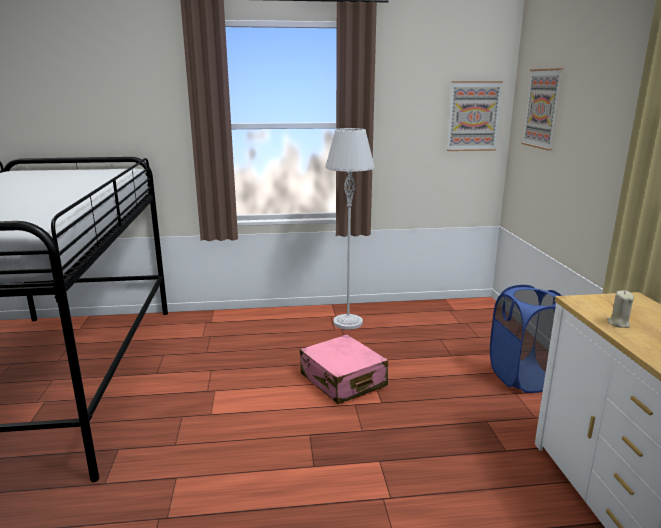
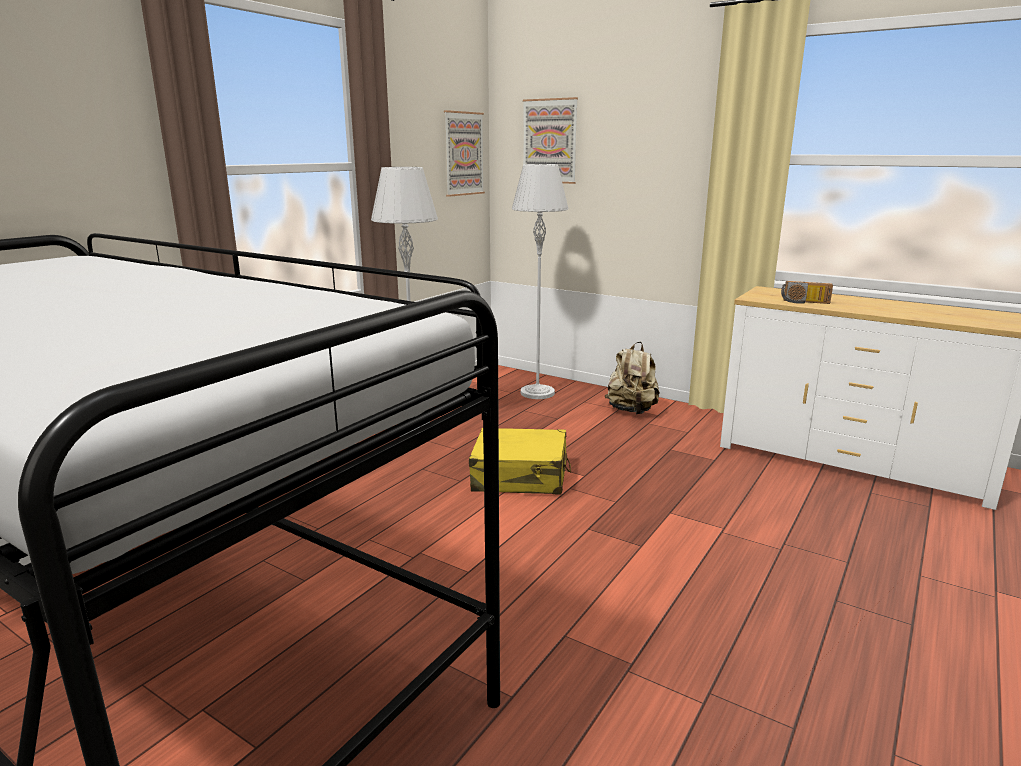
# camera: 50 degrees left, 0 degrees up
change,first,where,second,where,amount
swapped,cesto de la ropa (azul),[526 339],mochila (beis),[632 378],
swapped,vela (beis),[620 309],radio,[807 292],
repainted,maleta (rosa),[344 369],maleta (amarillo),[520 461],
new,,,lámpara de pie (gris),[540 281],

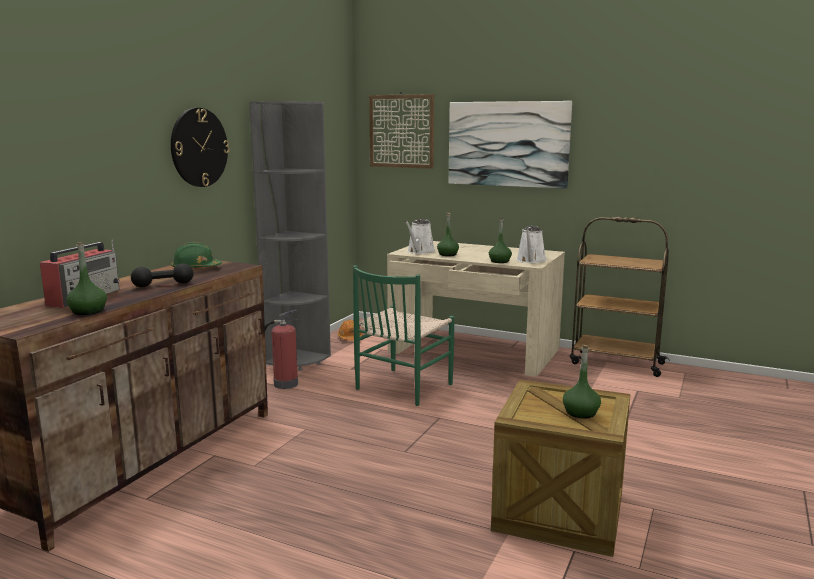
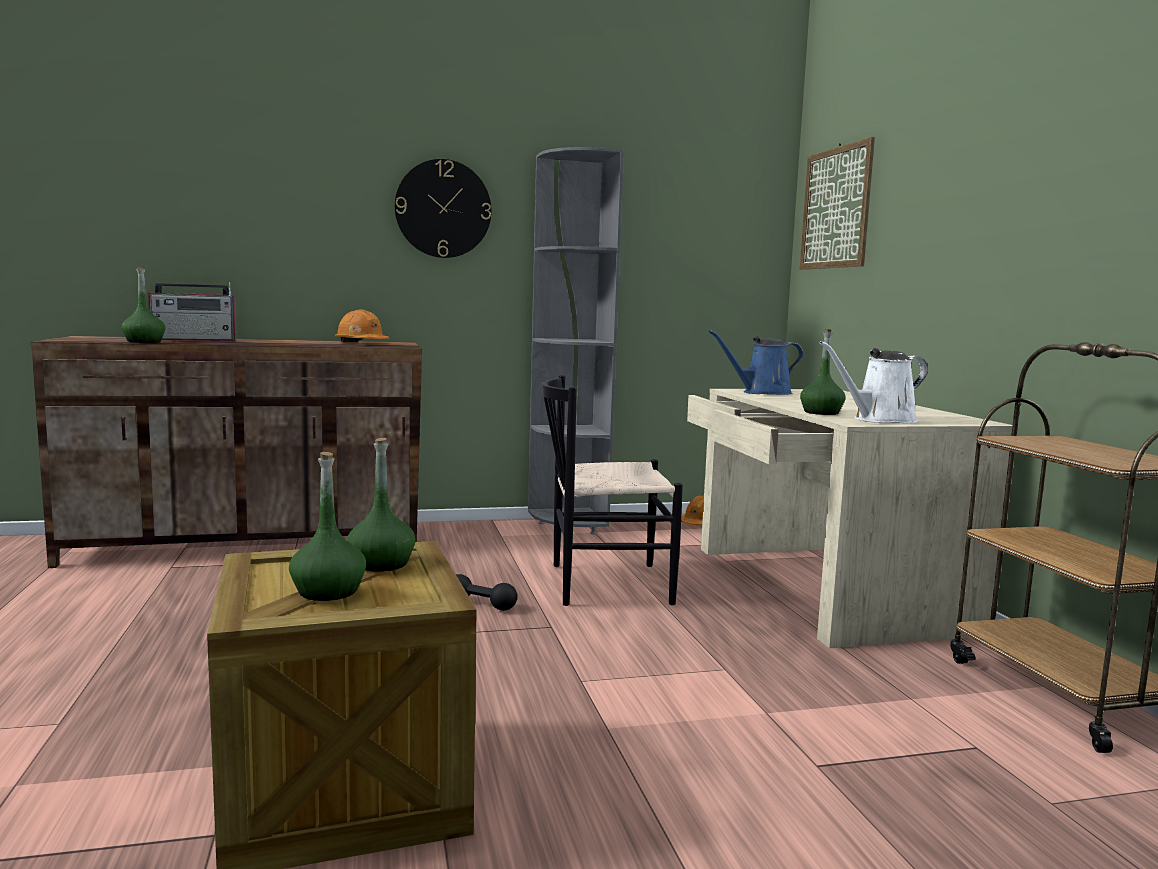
# camera: 50 degrees right, 5 degrees down
change,first,where,second,where,amount
gone,cuadro,[510 145],,,
shifted,botella (verde),[448 234],,[381 505],
repainted,regadera (blanco),[420 236],regadera (azul),[756 362],
repainted,casco (verde),[196 255],casco (naranja),[362 325],
shifted,mancuerna (negro),[162 275],,[486 592],
repainted,silla (verde),[403 335],silla (negro),[612 490],
gone,extintor,[281 349],,,

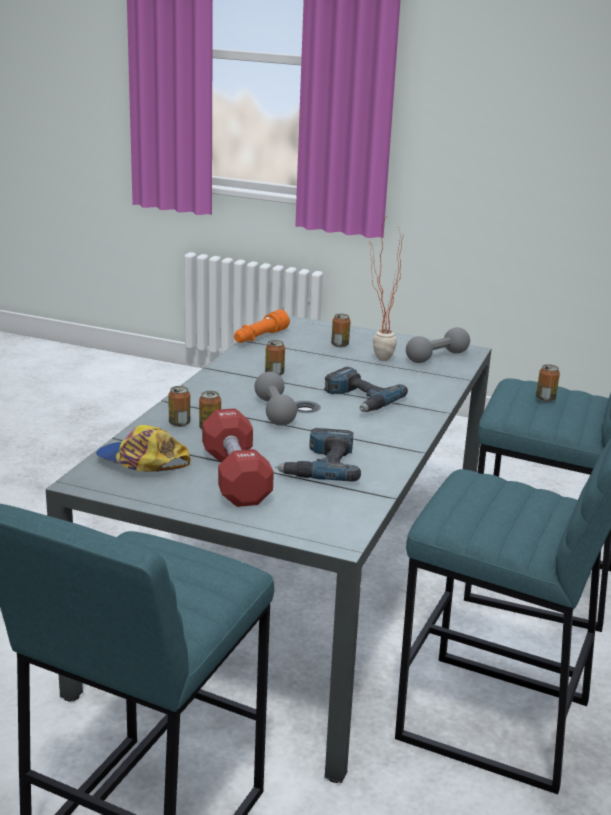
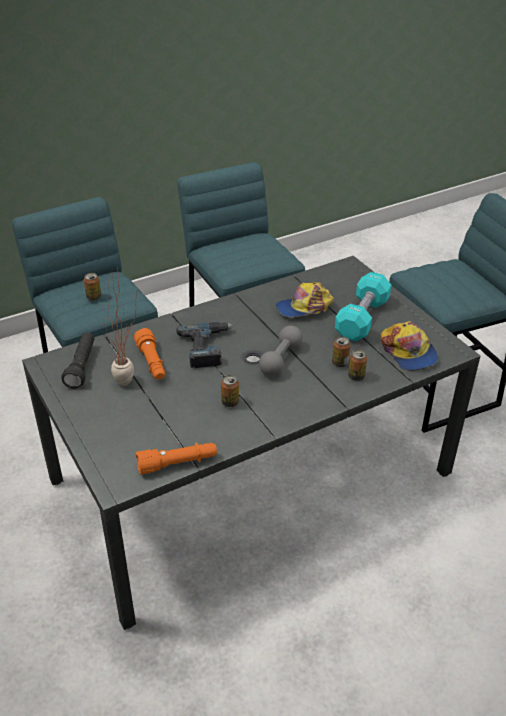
# camera: 140 degrees left, 15 degrees up
change,first,where,second,where,amount
gone,lata,[341 330],,,
swapped,mancuerna (gris),[438 345],linterna (negro),[77 360],
repainted,mancuerna (rojo),[238 457],mancuerna (turquesa),[363 306],
swapped,taladro,[318 455],gorra,[305 299],
new,,,linterna (naranja),[149 354],

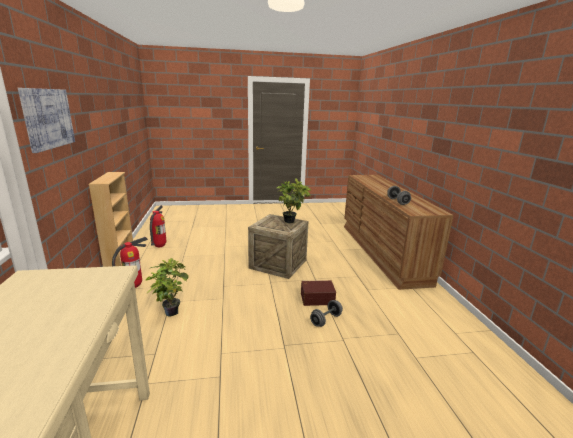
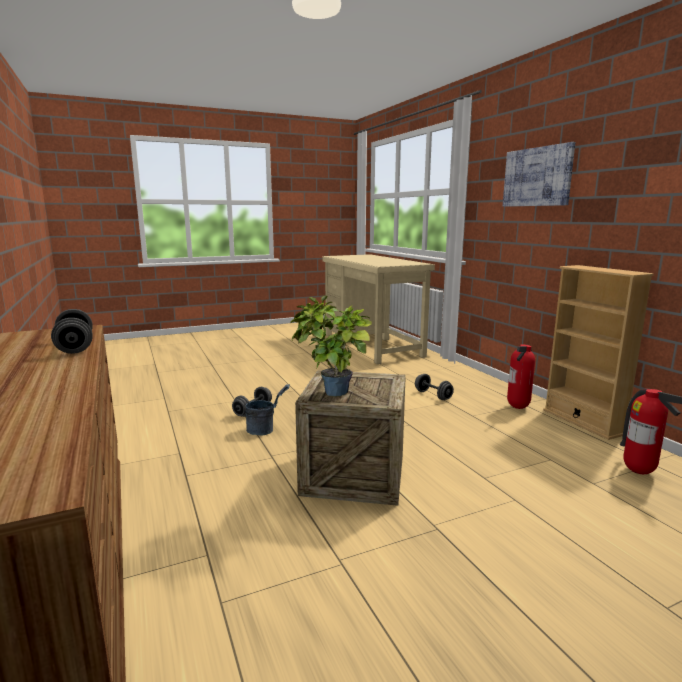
# camera: 165 degrees right, 5 degrees down
change,first,where,second,where,amount
swapped,planta en maceta,[167 287],mancuerna (gris),[434 387],
swapped,caja de almacenaje (marrón),[318 293],cubo (gris),[268 410],

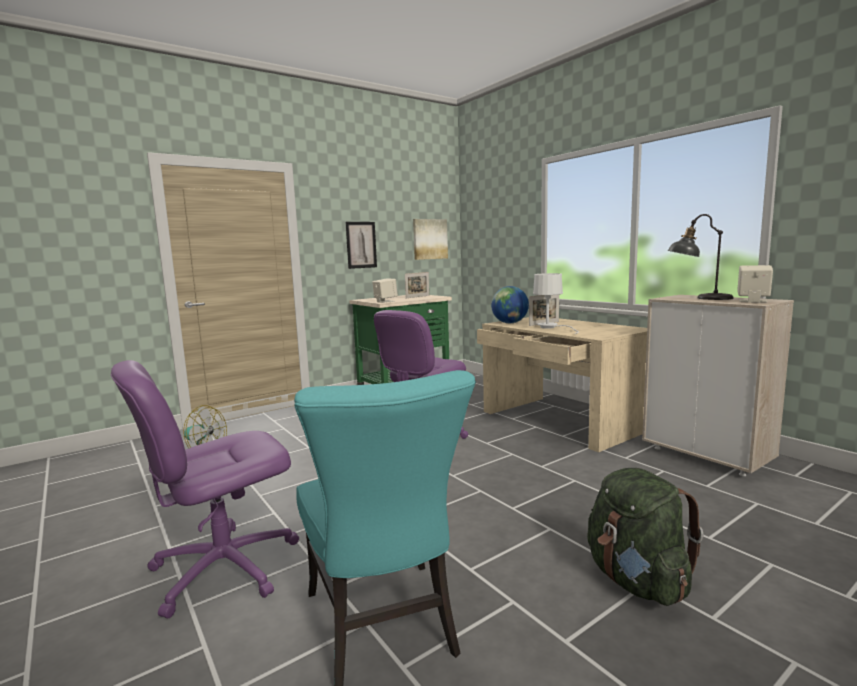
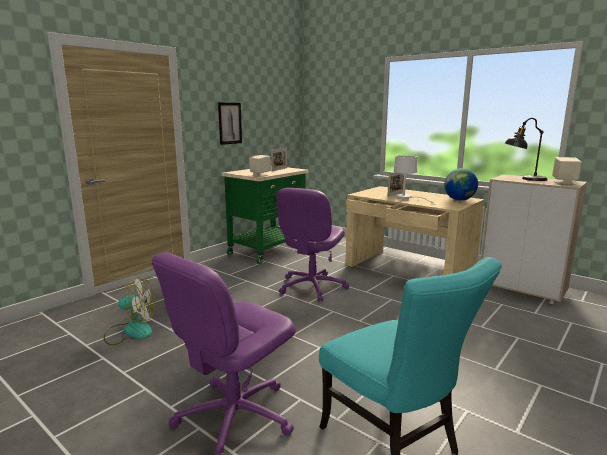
# camera: 15 degrees left, 5 degrees up
change,first,where,second,where,amount
gone,cuadro,[430 239],,,
shifted,globo terráqueo,[510 304],,[461 184],
gone,mochila (verde),[645 537],,,

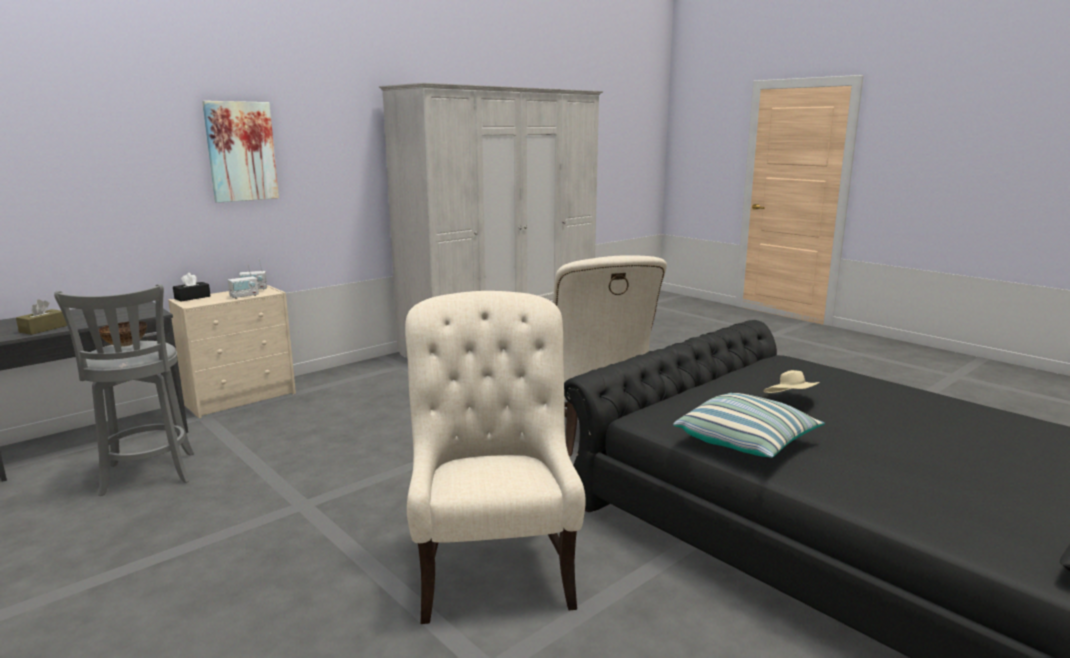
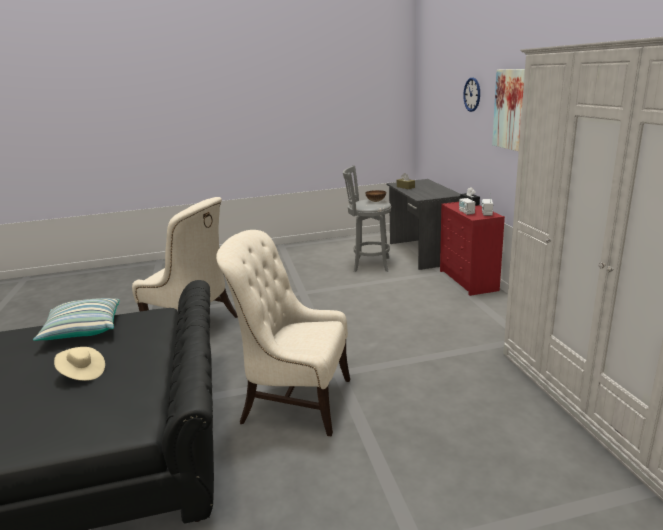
# camera: 120 degrees right, 5 degrees up
change,first,where,second,where,amount
repainted,cómoda (beis),[232 351],cómoda (rojo),[472 249],
new,,,reloj de pared,[471 94],

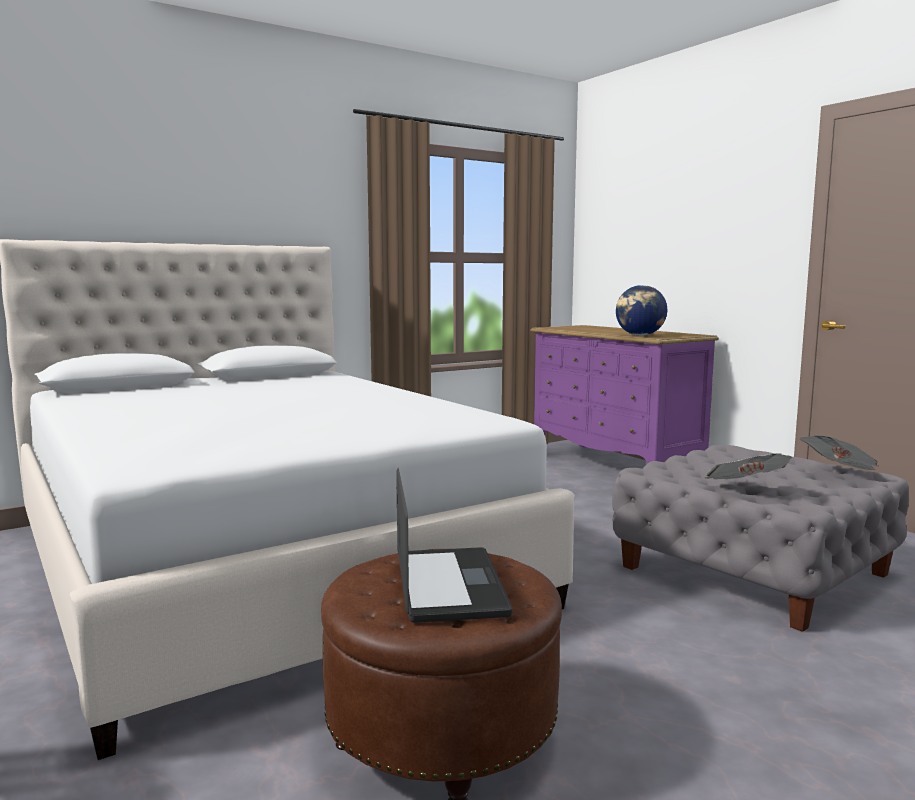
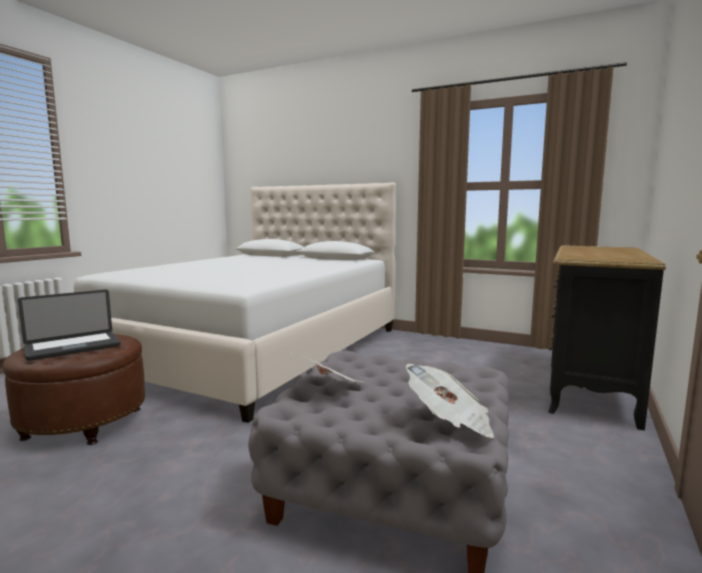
# camera: 60 degrees right, 0 degrees up
change,first,where,second,where,amount
gone,globo terráqueo,[641 310],,,
repainted,cómoda (morado),[624 394],cómoda (negro),[607 338],

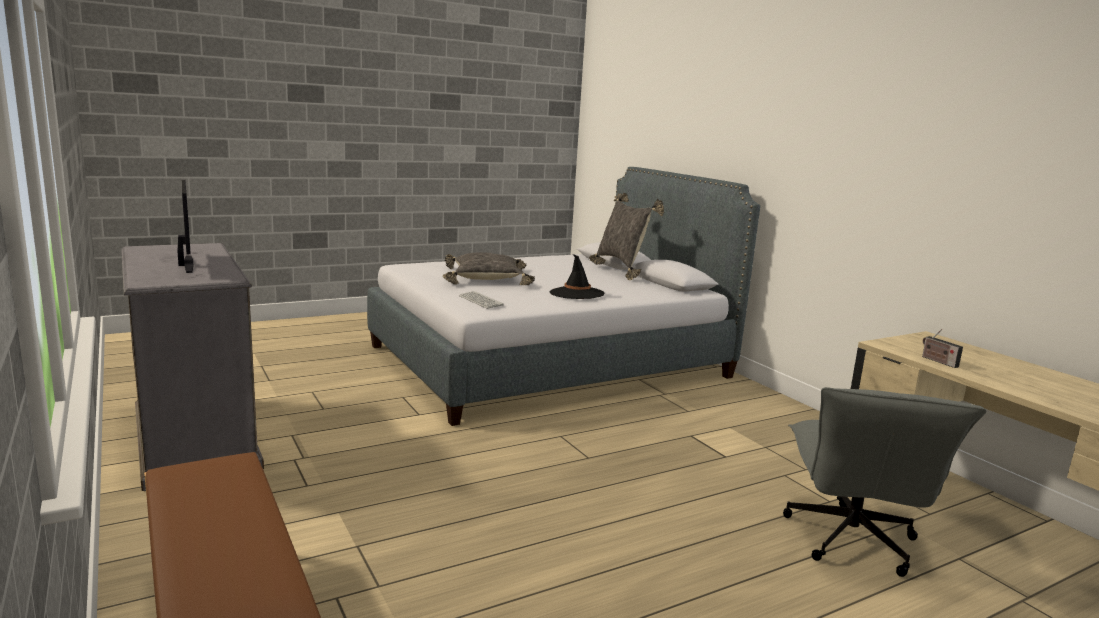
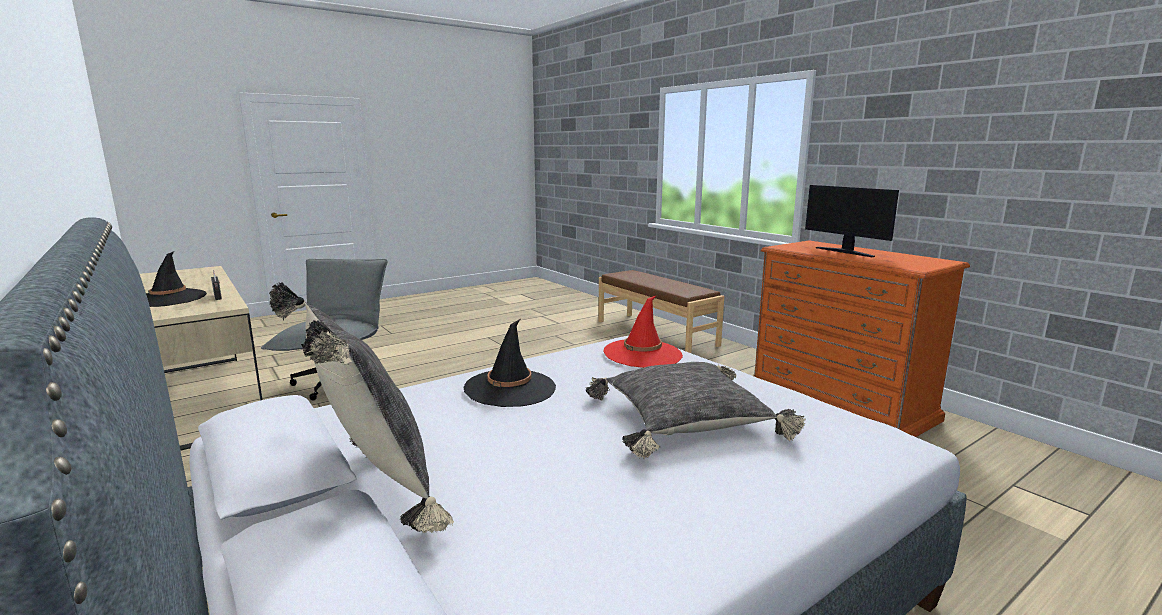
# camera: 175 degrees right, 0 degrees up
change,first,where,second,where,amount
repainted,cómoda (gris),[192 367],cómoda (naranja),[861 339],
swapped,teclado,[481 300],sombrero (rojo),[643 332],
new,,,sombrero (negro),[176 279],

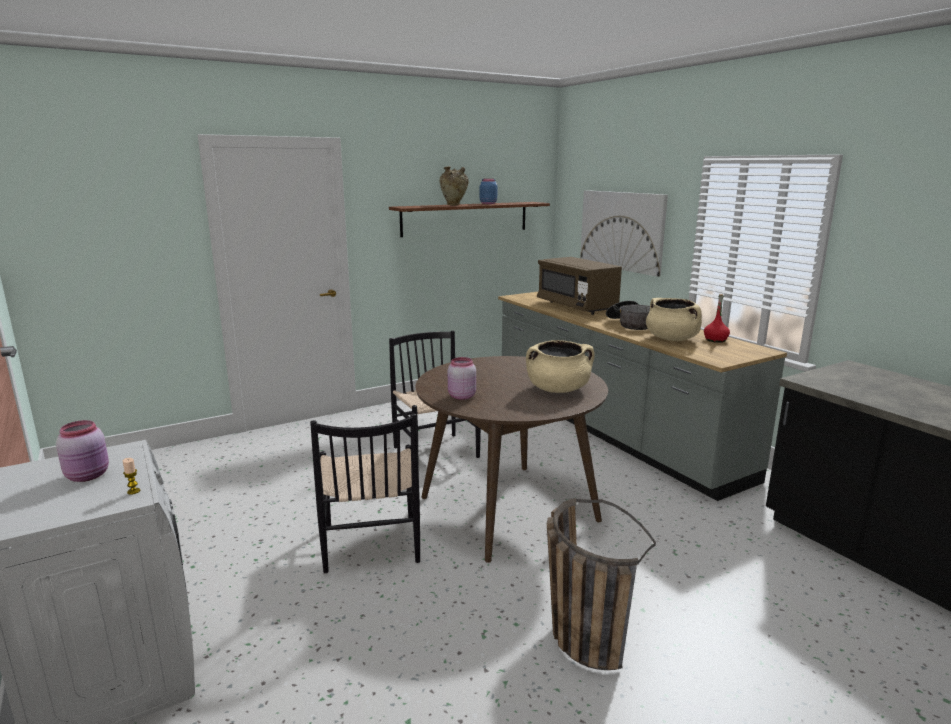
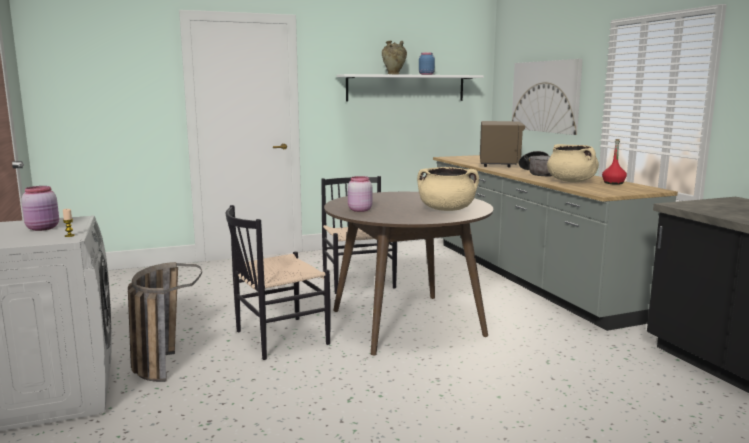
# camera: 10 degrees right, 5 degrees down
change,first,where,second,where,amount
repainted,estante (marrón),[469 219],estante (blanco),[410 88],
rotated,microondas (marrón),[579 286],,[502 144],150 degrees counterclockwise
rotated,silla (negro),[365 493],,[278 282],60 degrees clockwise
shifted,cesta,[601 584],,[165 322],

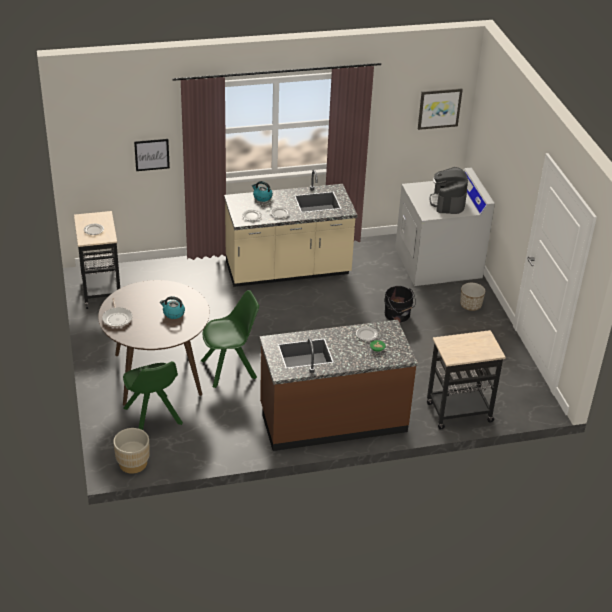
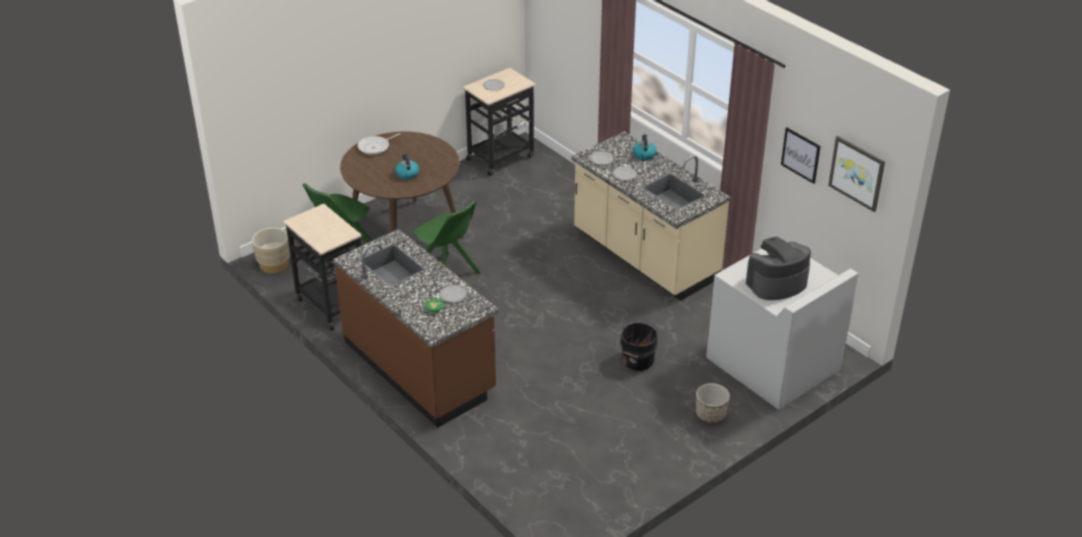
# camera: 65 degrees right, 0 degrees up
change,first,where,second,where,amount
shifted,cuadro,[152 155],,[801 155],
shifted,carrito,[466 379],,[322 267],

